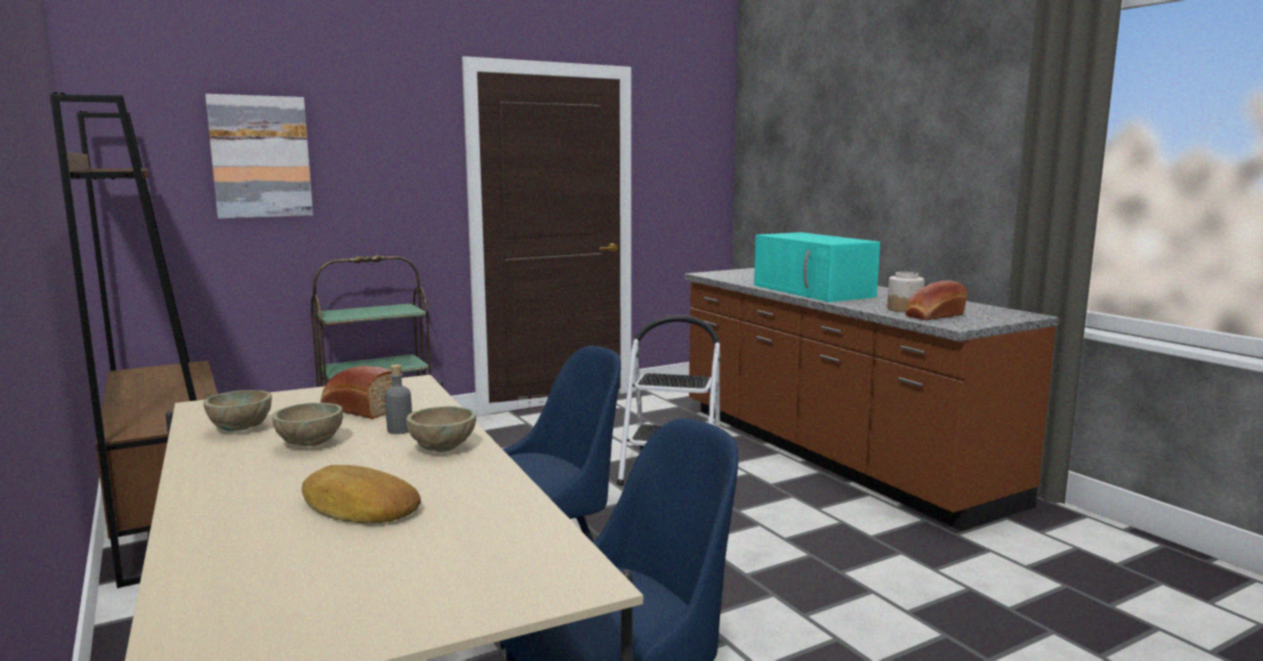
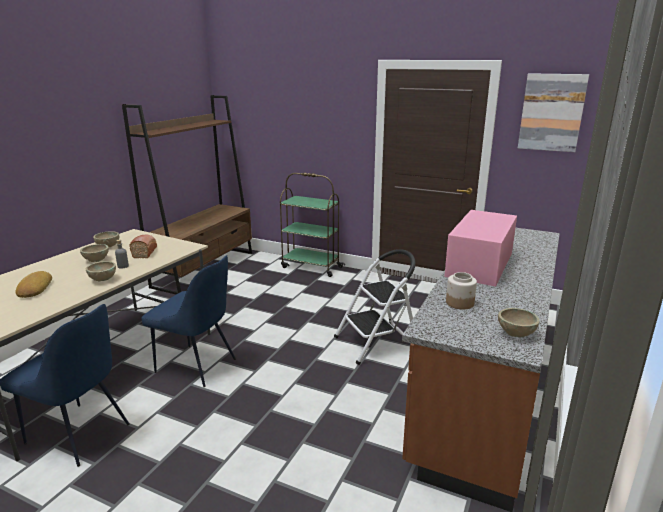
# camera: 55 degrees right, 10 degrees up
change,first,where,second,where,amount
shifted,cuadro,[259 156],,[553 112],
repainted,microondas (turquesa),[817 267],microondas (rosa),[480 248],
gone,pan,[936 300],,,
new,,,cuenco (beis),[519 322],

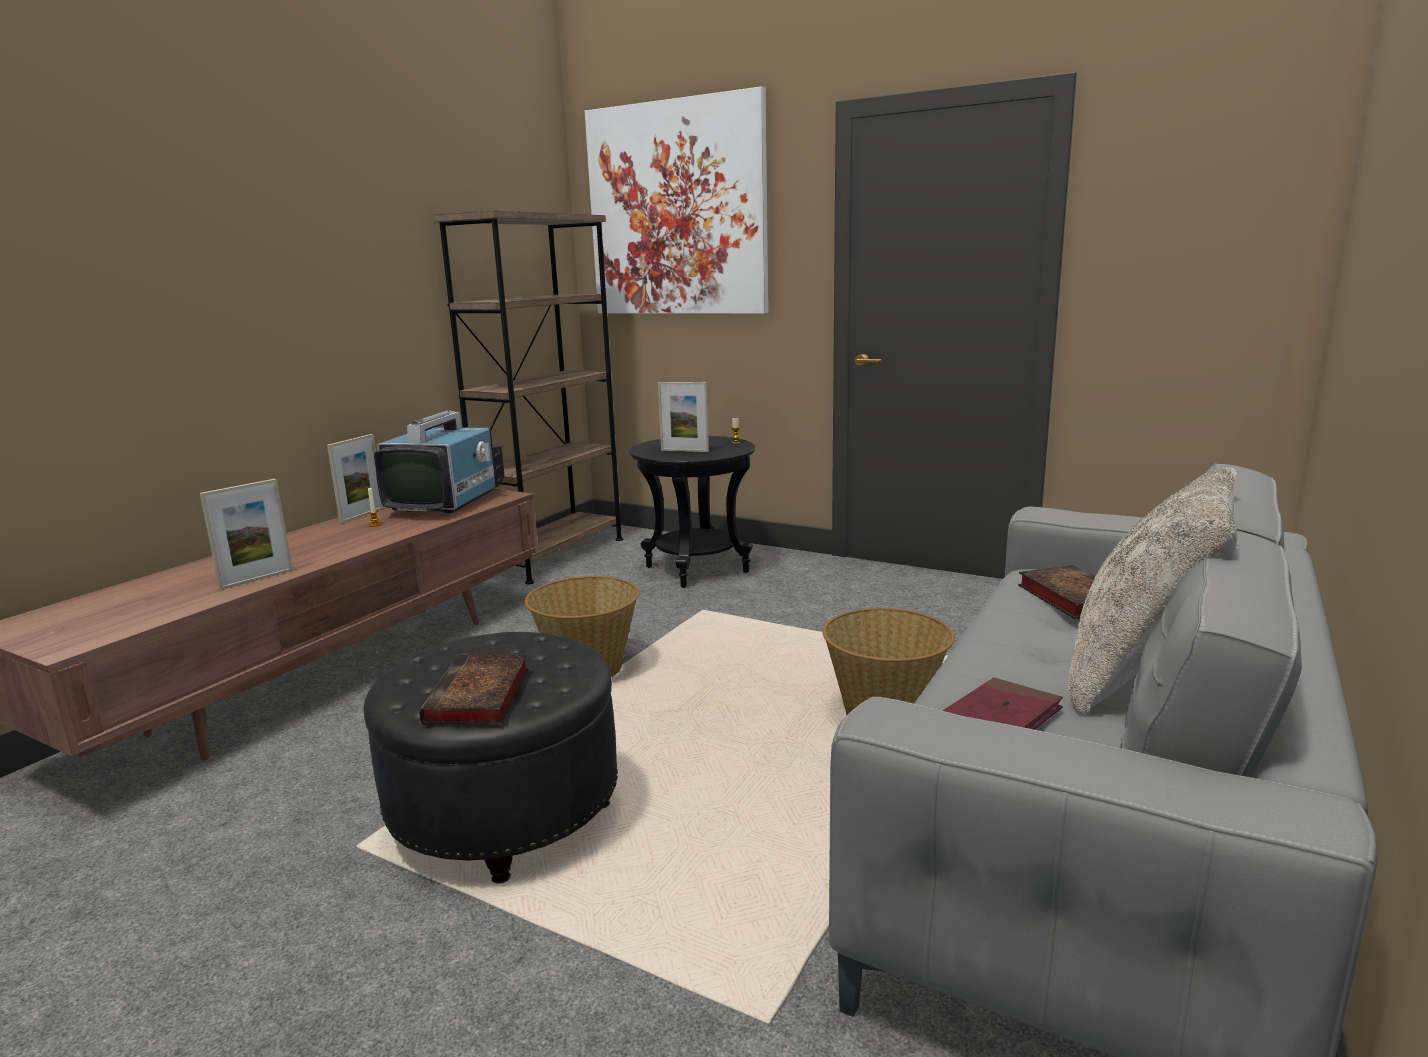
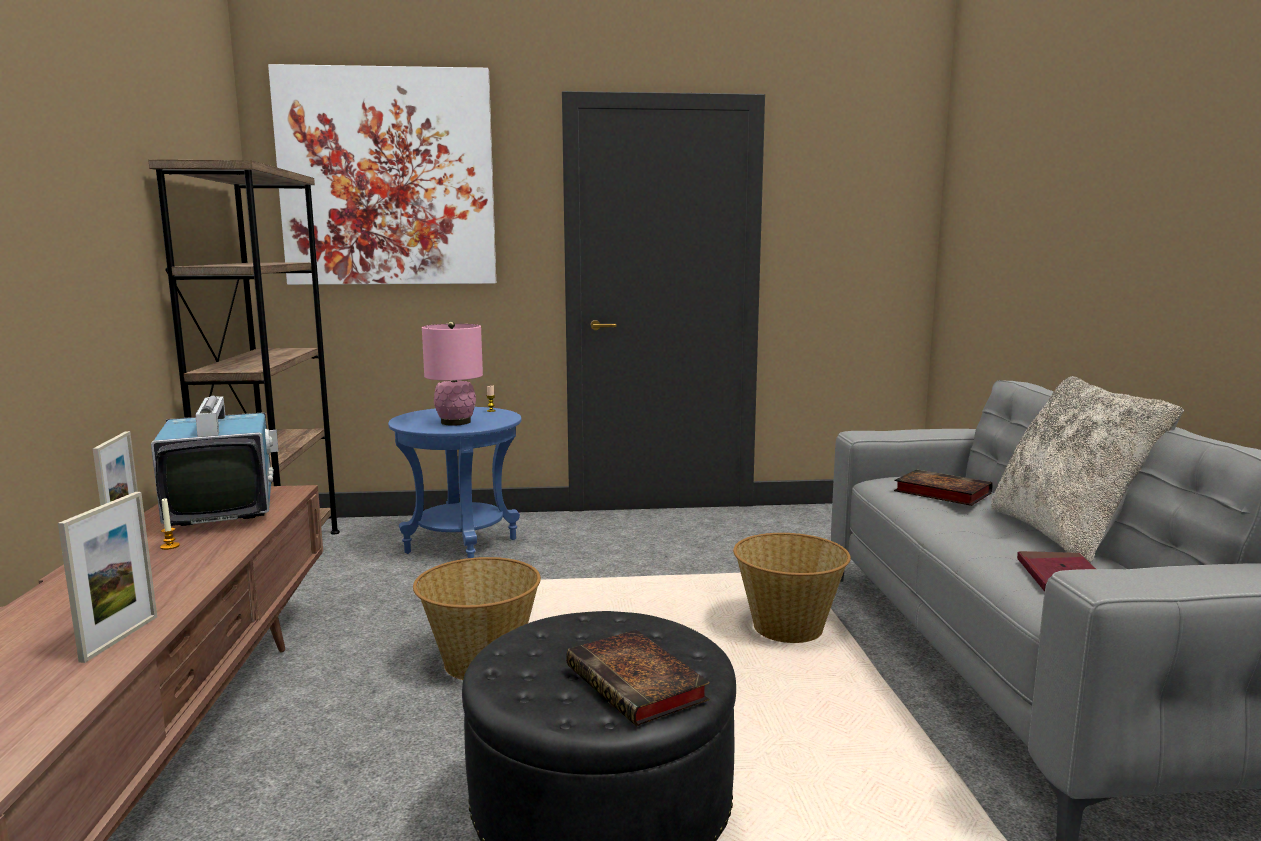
# camera: 35 degrees left, 5 degrees down
change,first,where,second,where,amount
swapped,portarretratos,[683 417],lámpara de mesa (rosa),[452 373],
repainted,mesa auxiliar (negro),[692 512],mesa auxiliar (azul),[455 482],

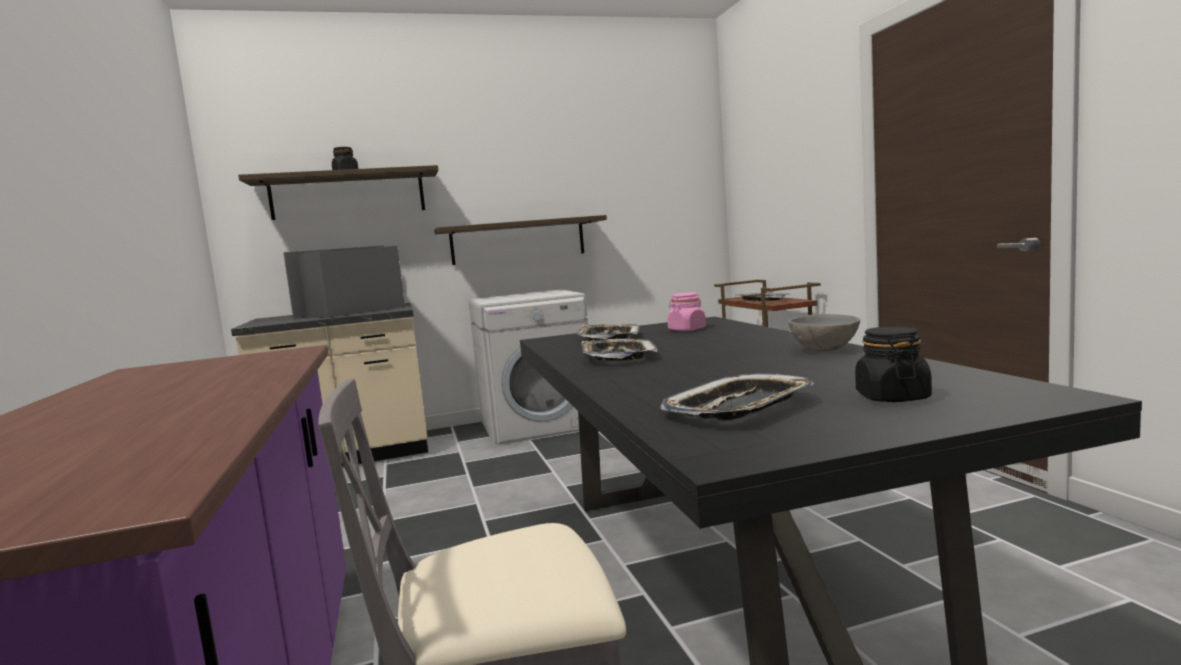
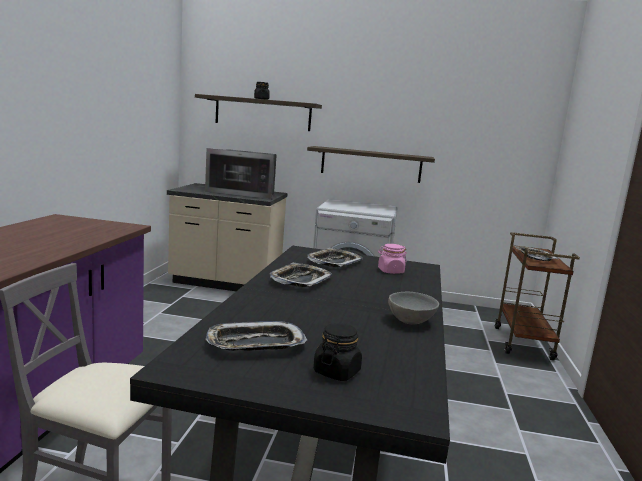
# camera: 25 degrees right, 5 degrees up
change,first,where,second,where,amount
rotated,microondas,[344 282],,[241 173],150 degrees counterclockwise

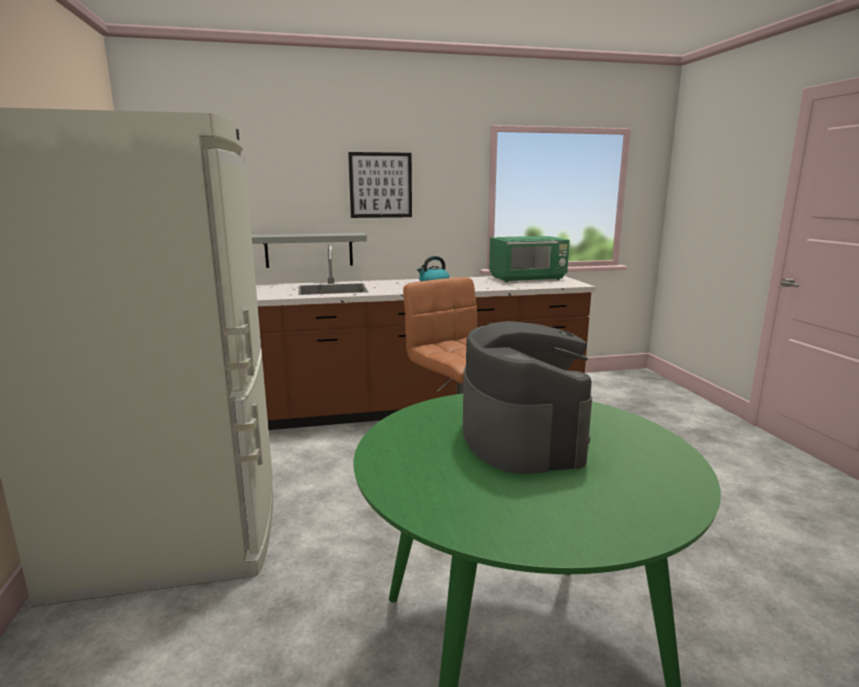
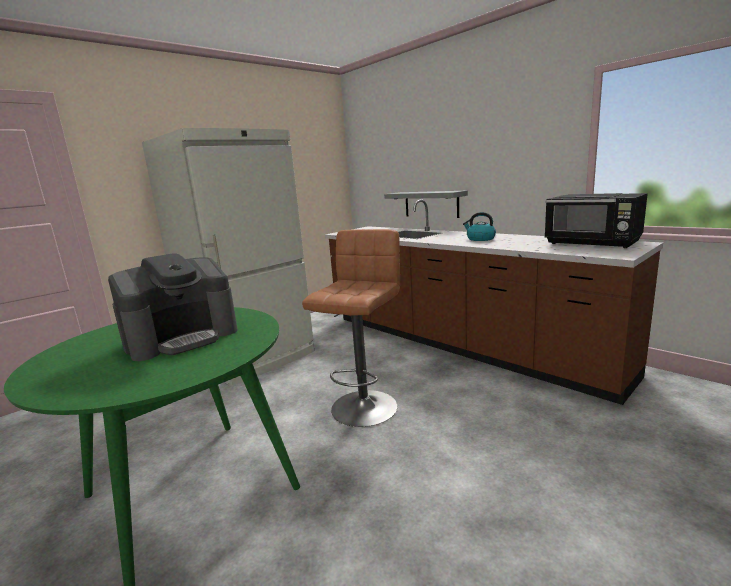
# camera: 60 degrees right, 0 degrees up
change,first,where,second,where,amount
gone,cuadro,[380 185],,,
repainted,microondas (verde),[529 259],microondas (negro),[596 220],

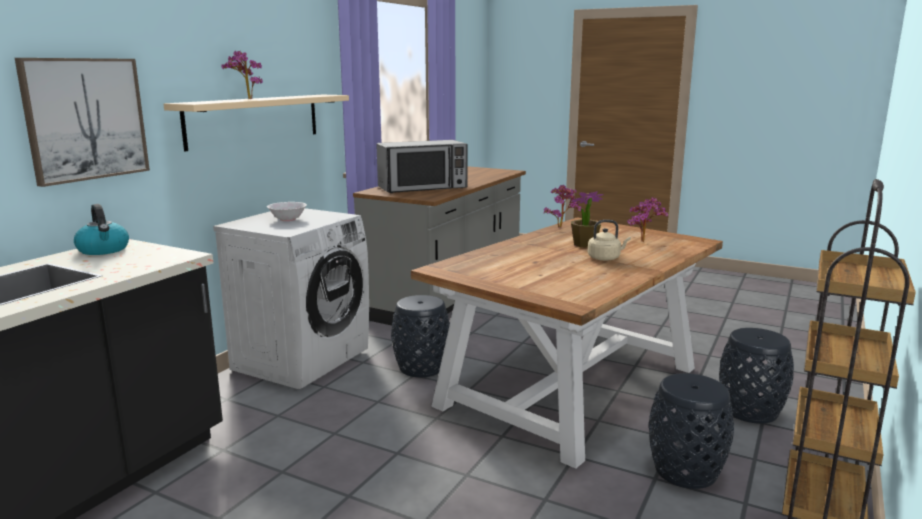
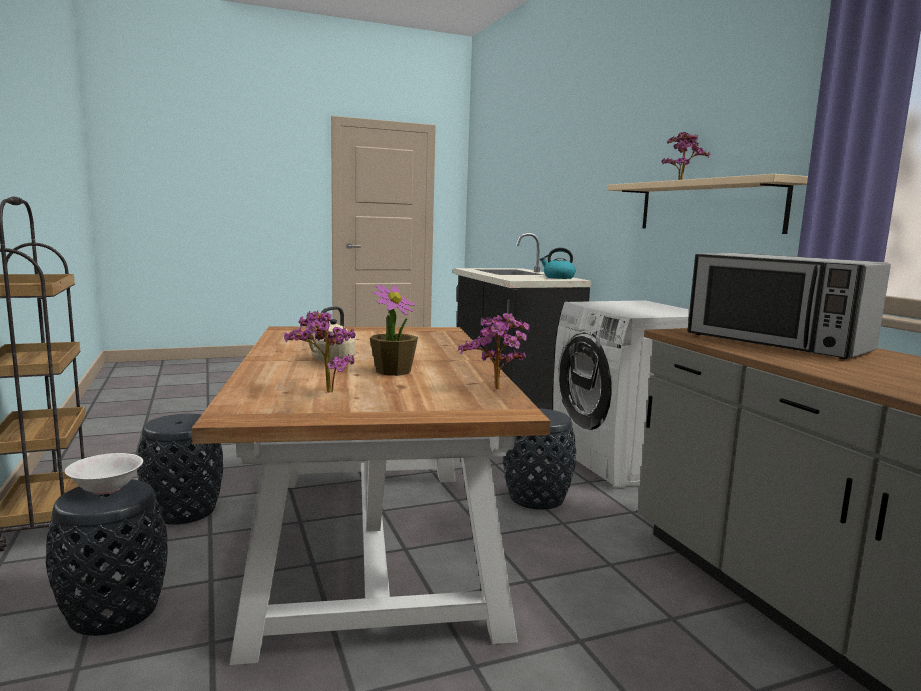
# camera: 130 degrees right, 5 degrees down
change,first,where,second,where,amount
gone,cuadro,[82 122],,,
rotated,microondas,[421 166],,[789 306],60 degrees counterclockwise
shifted,cuenco (blanco),[287 211],,[104 474],

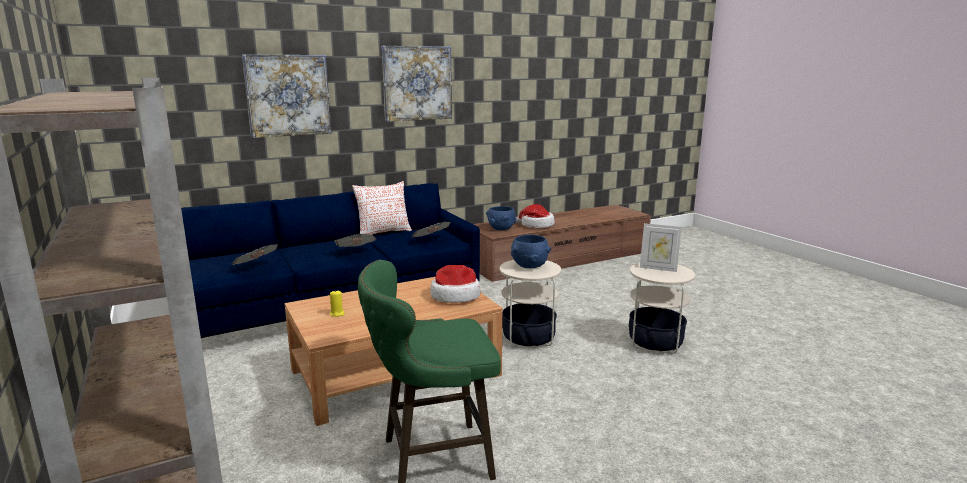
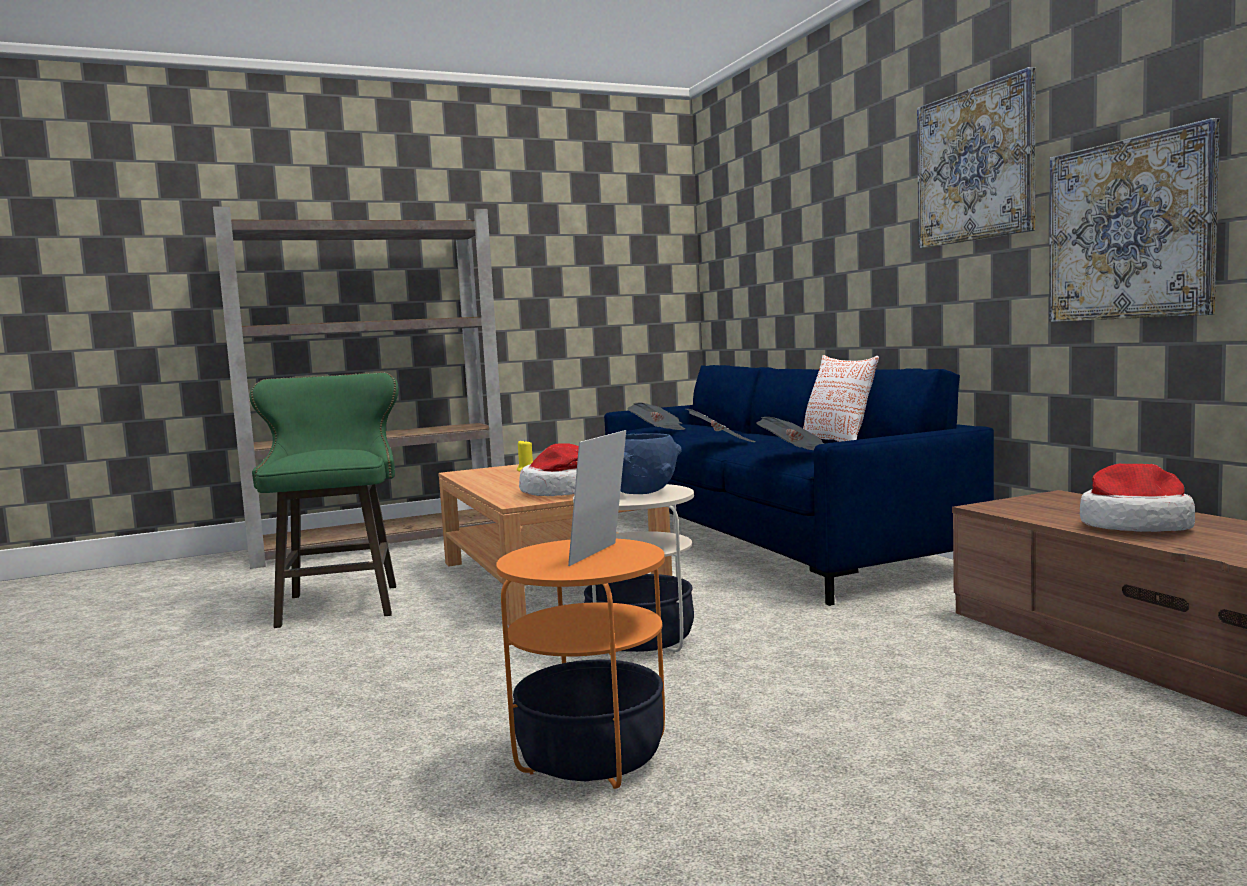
# camera: 95 degrees right, 10 degrees down
change,first,where,second,where,amount
shifted,cuadro,[287 96],,[1134 220],
gone,cuenco (azul),[501 218],,,
repainted,mesa auxiliar (beis),[662 308],mesa auxiliar (naranja),[580 664],

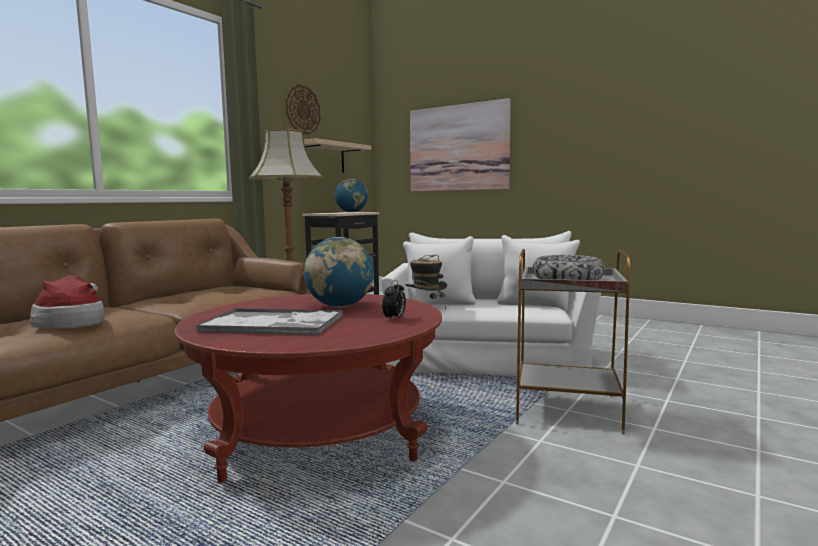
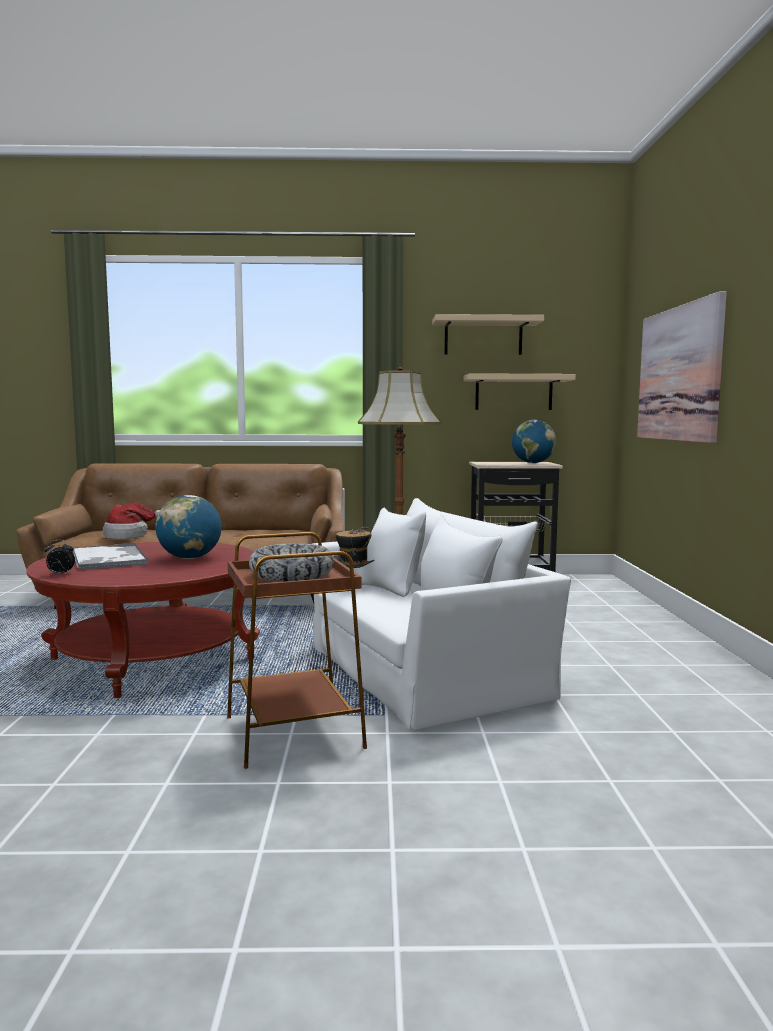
# camera: 55 degrees right, 0 degrees up
change,first,where,second,where,amount
swapped,reloj de pared,[303 109],estante (beis),[488 334],
repainted,mesa auxiliar (gris),[573 342],mesa auxiliar (marrón),[297 650],
shifted,despertador,[394 300],,[59 557],

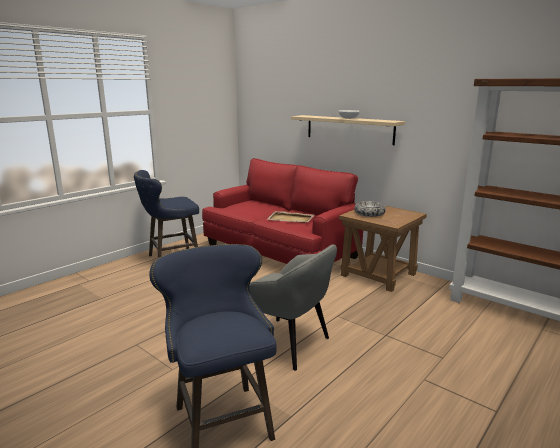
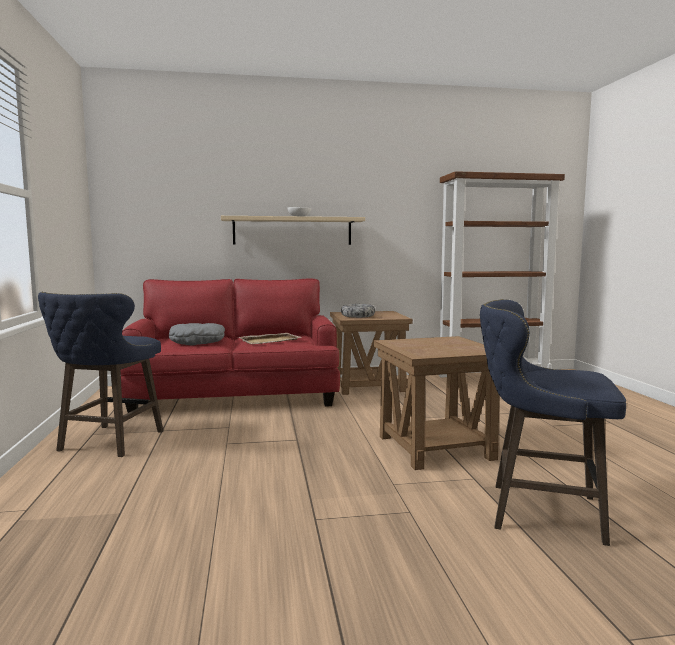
# camera: 50 degrees left, 10 degrees down
change,first,where,second,where,amount
swapped,sillón (gris),[293 308],mesa auxiliar (marrón),[436 403],
new,,,cojín (gris),[197 334],

